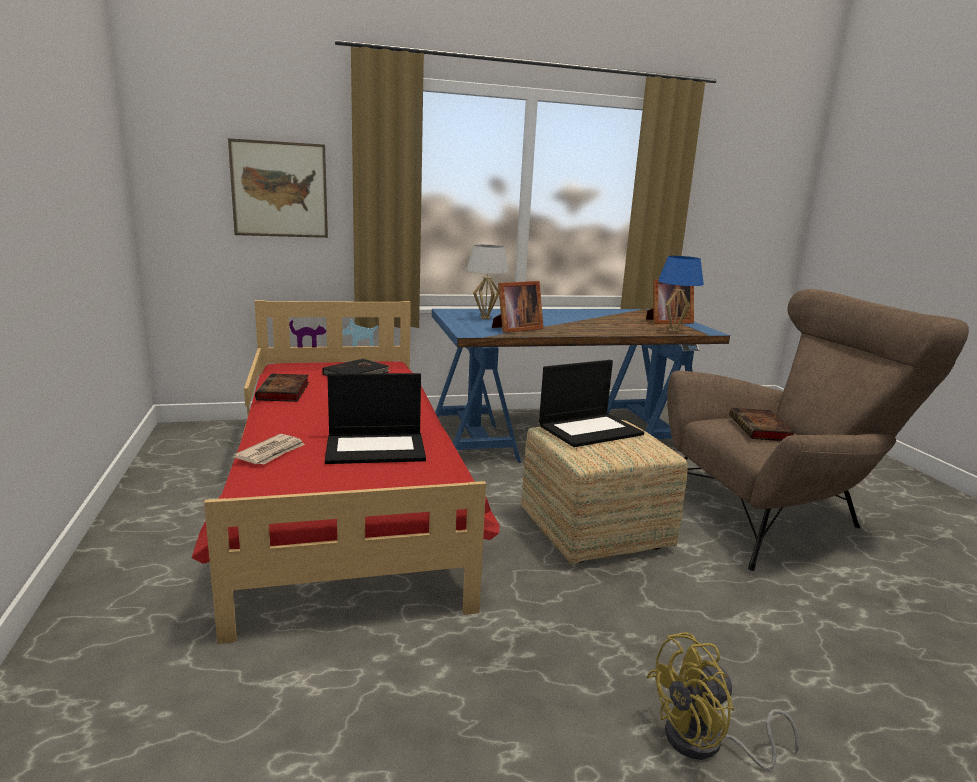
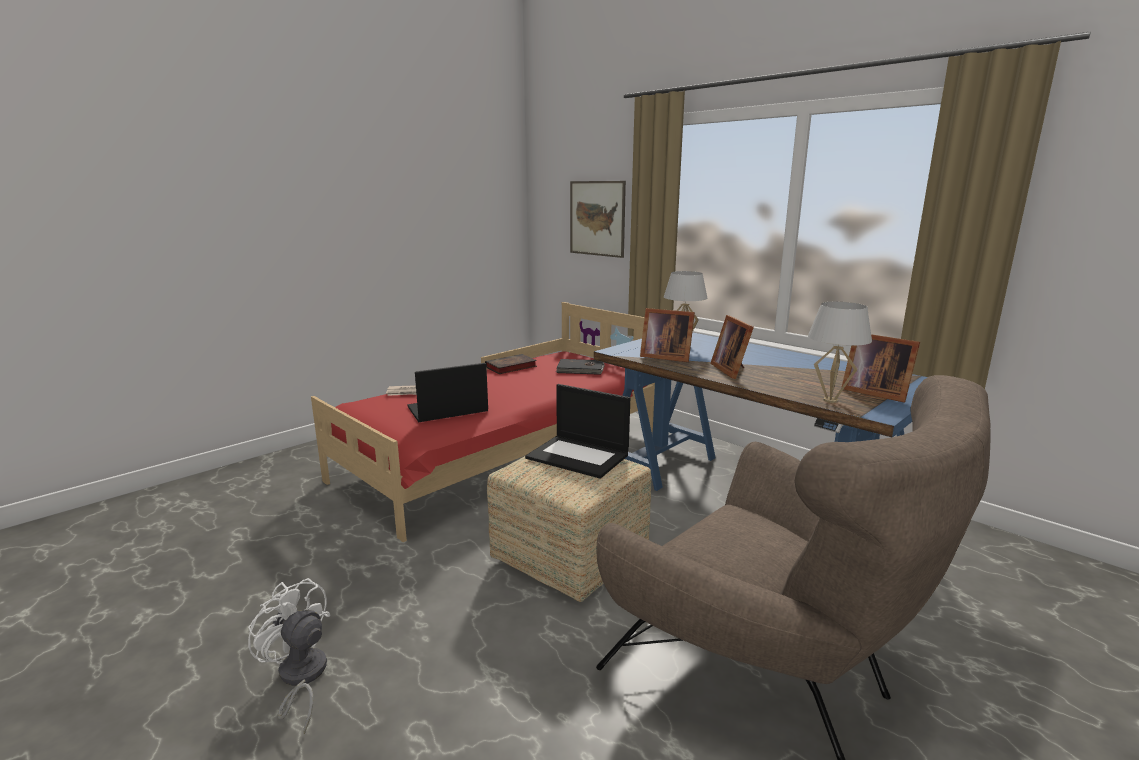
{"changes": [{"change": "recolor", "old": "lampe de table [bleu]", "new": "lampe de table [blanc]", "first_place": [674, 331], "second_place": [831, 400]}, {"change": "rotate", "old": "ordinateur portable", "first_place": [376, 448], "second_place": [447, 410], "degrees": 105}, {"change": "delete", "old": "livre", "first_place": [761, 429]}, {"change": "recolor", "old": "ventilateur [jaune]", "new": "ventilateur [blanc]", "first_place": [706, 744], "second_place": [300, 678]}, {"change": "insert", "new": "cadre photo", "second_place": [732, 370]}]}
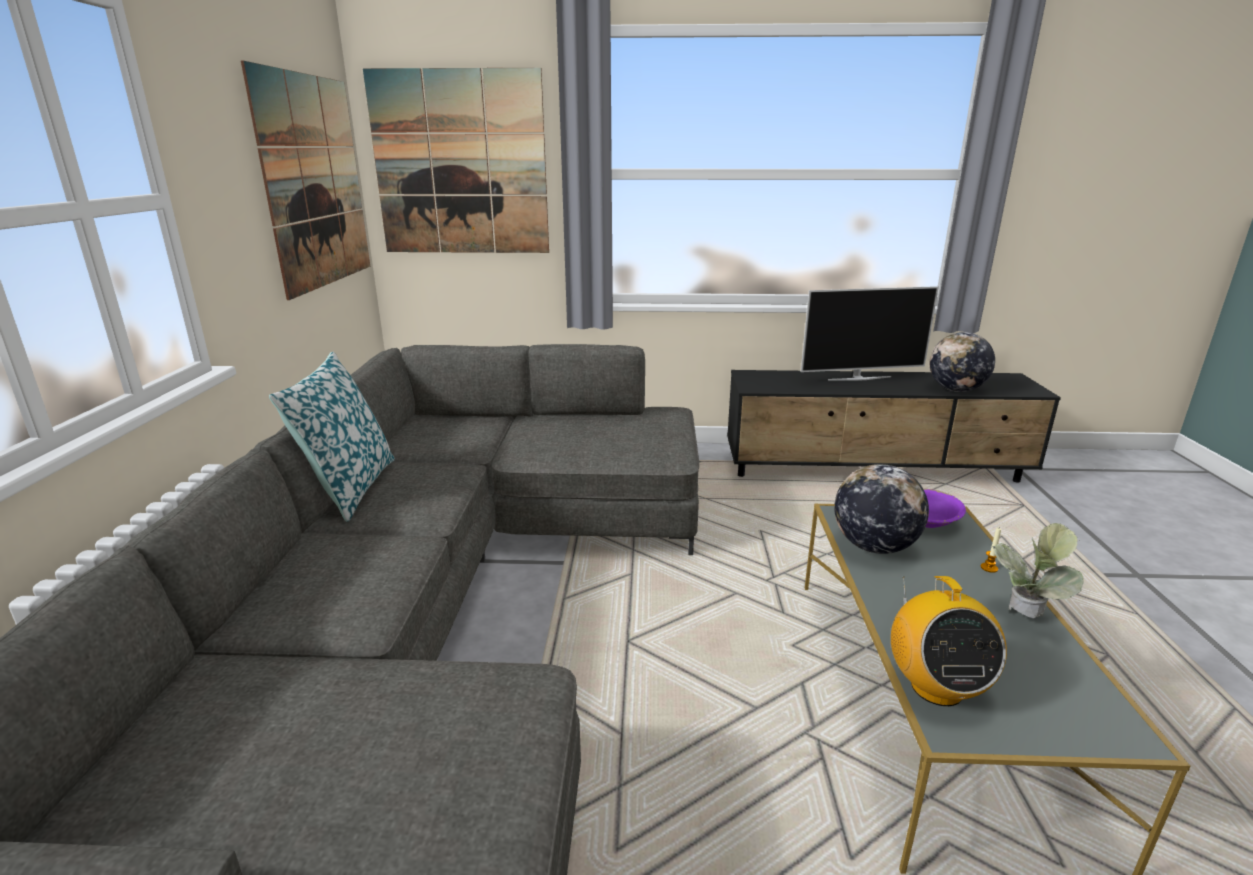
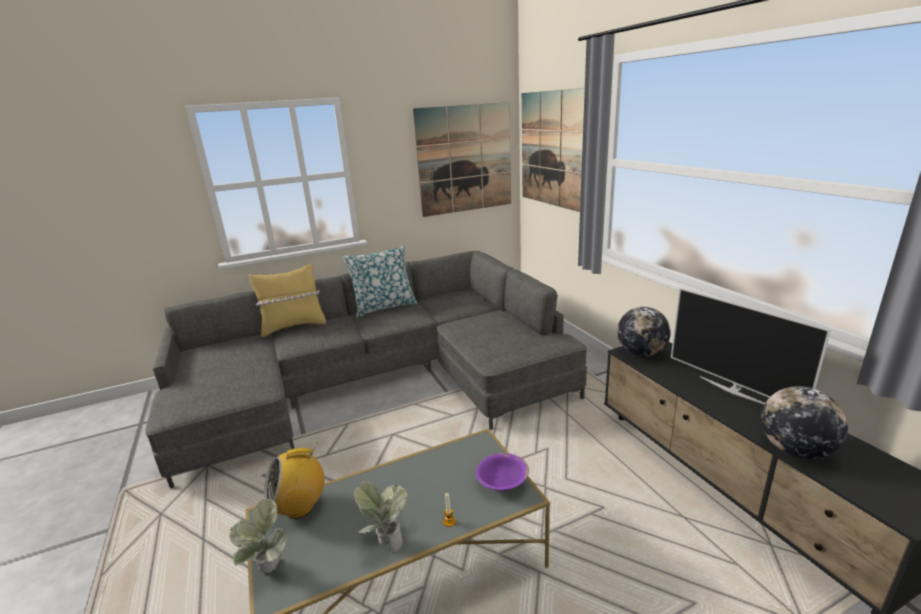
{"changes": [{"change": "move", "old": "globe", "first_place": [874, 547], "second_place": [641, 353]}, {"change": "insert", "new": "coussin [jaune]", "second_place": [293, 327]}, {"change": "insert", "new": "plante en pot", "second_place": [268, 572]}]}
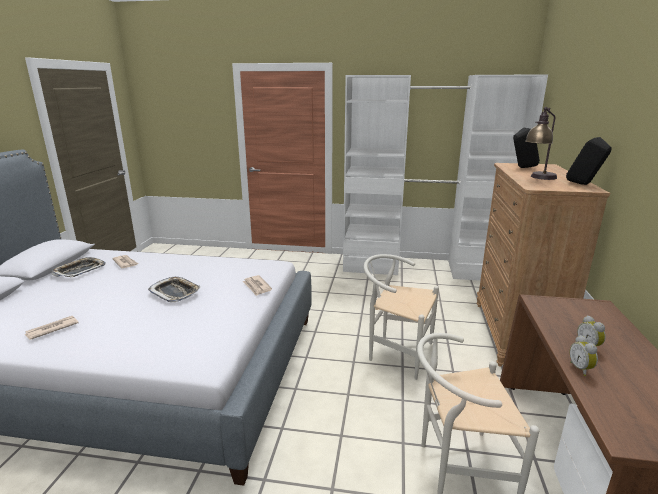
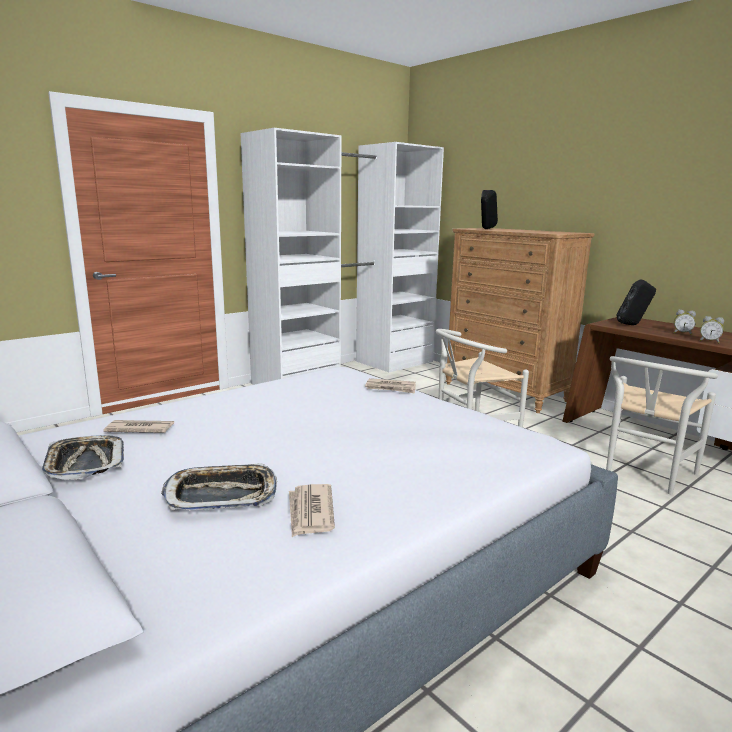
{"changes": [{"change": "delete", "old": "lampe de table", "first_place": [538, 178]}, {"change": "move", "old": "enceinte [noir]", "first_place": [584, 184], "second_place": [633, 325]}, {"change": "move", "old": "plateau", "first_place": [175, 292], "second_place": [221, 494]}]}
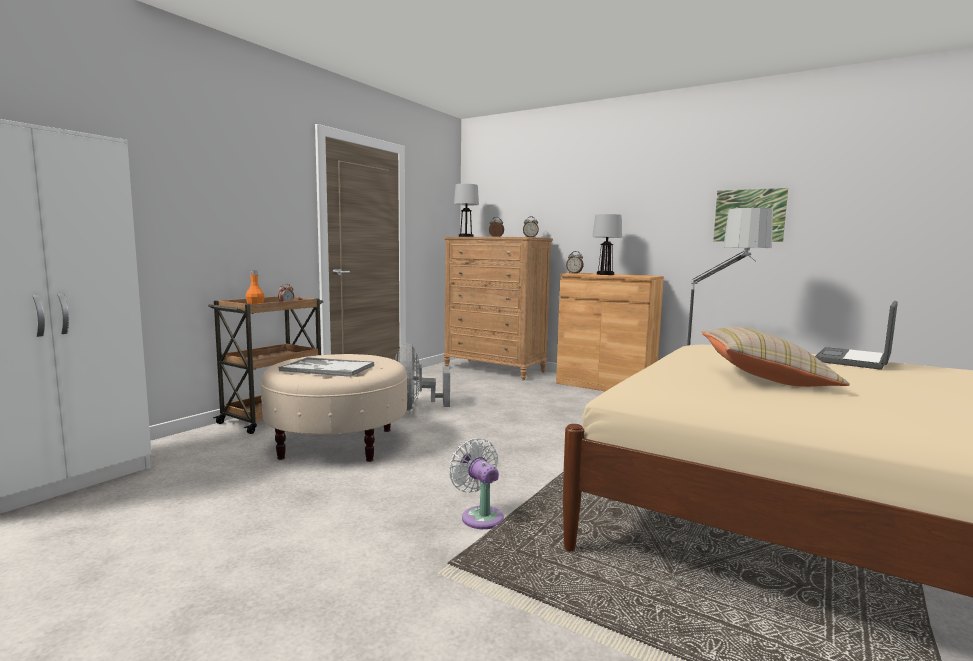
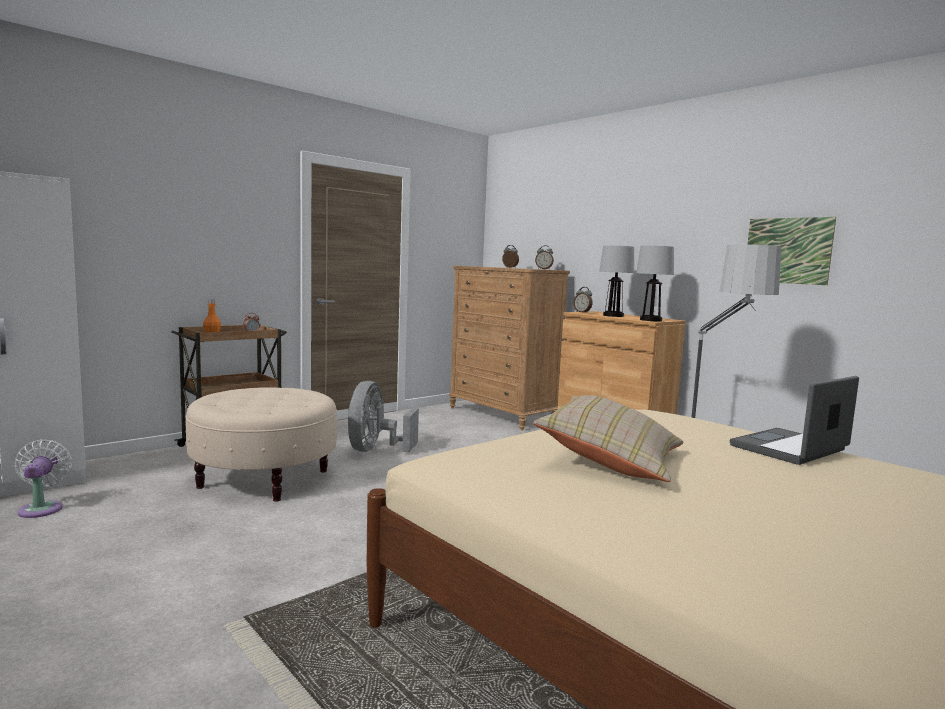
{"changes": [{"change": "move", "old": "lampe de table", "first_place": [465, 237], "second_place": [650, 320]}, {"change": "delete", "old": "plateau", "first_place": [327, 368]}, {"change": "move", "old": "ventilateur [blanc]", "first_place": [480, 516], "second_place": [42, 508]}]}
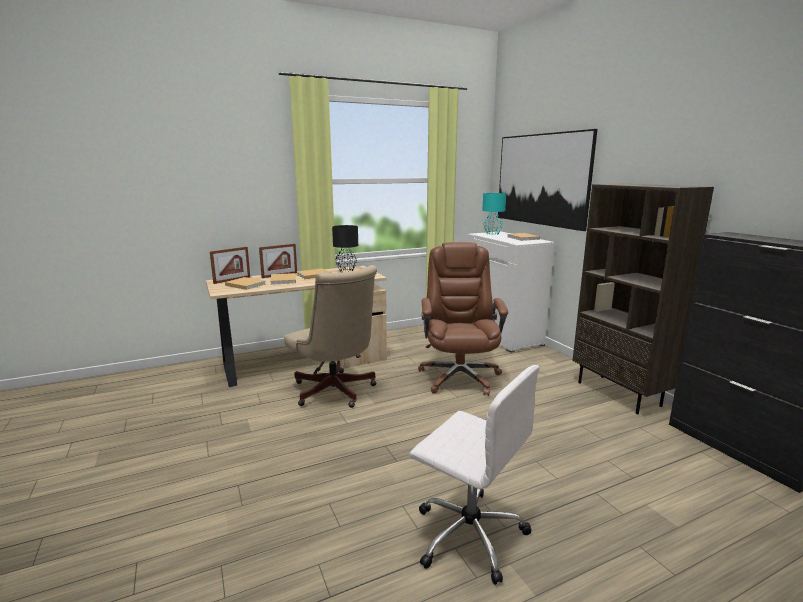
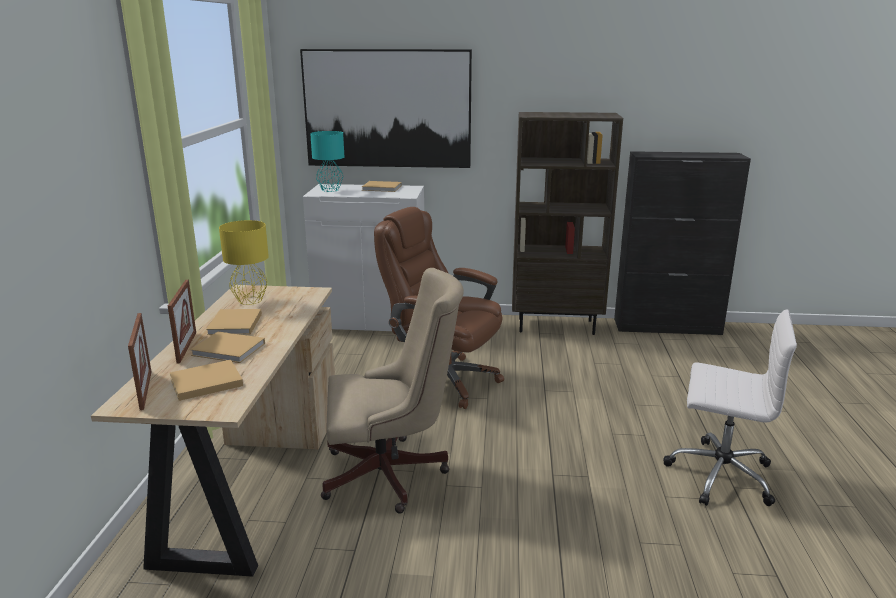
{"changes": [{"change": "recolor", "old": "lampe de table [noir]", "new": "lampe de table [jaune]", "first_place": [346, 271], "second_place": [250, 301]}, {"change": "rotate", "old": "chaise de bureau [blanc]", "first_place": [468, 533], "second_place": [718, 474], "degrees": 45}]}
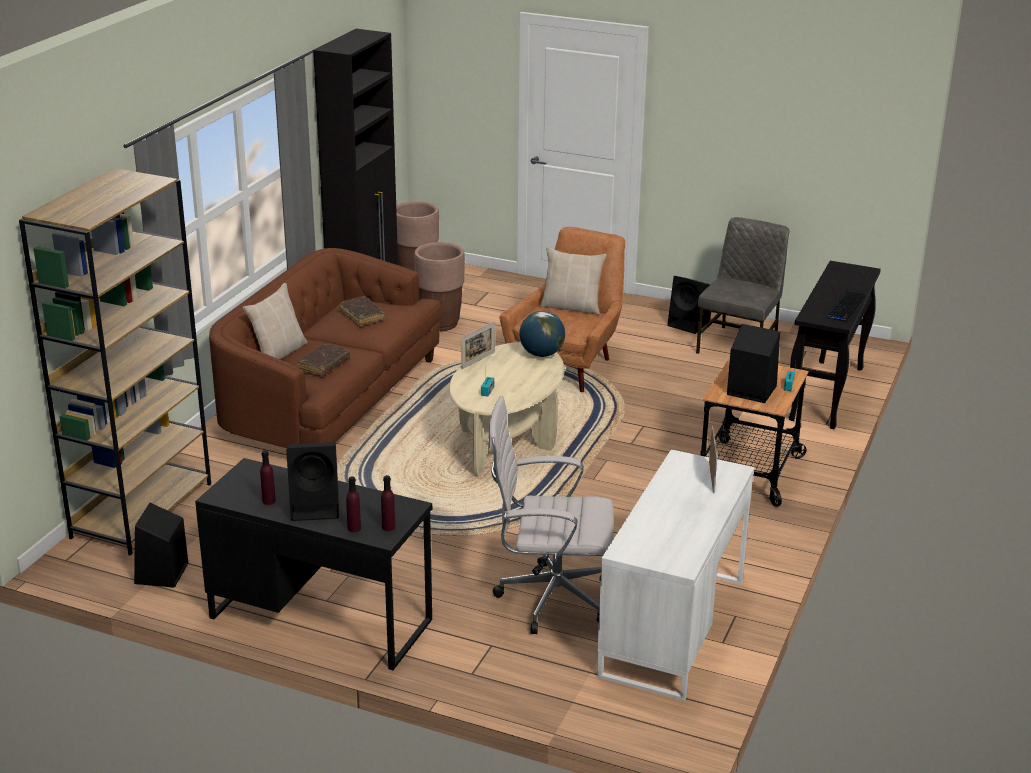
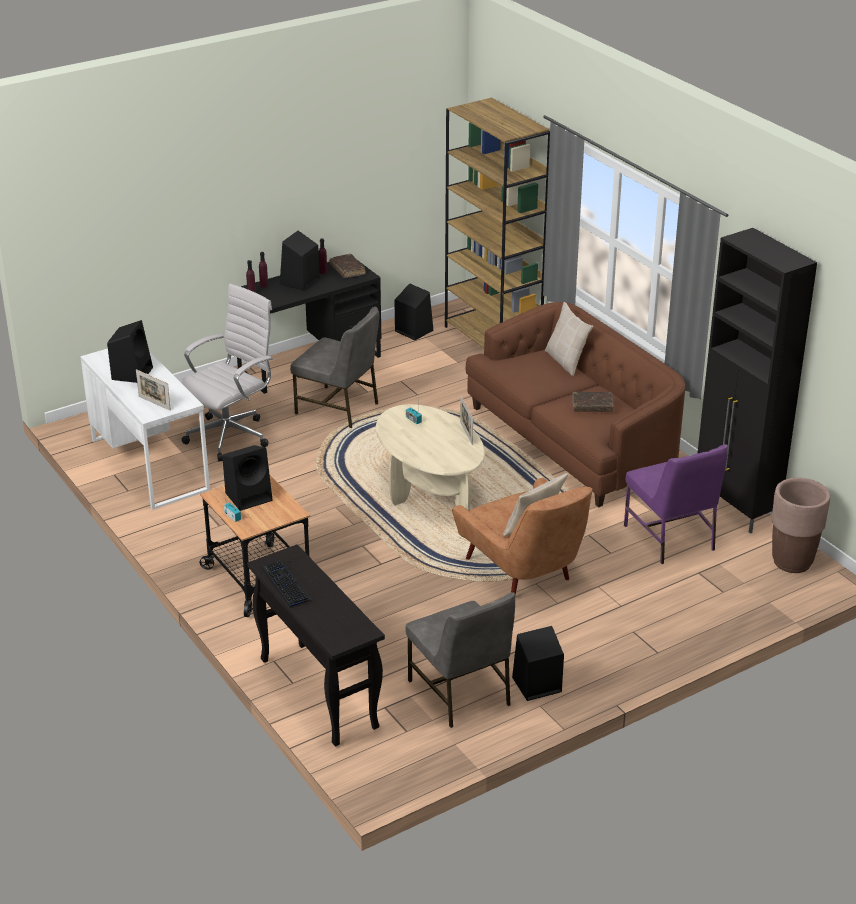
{"changes": [{"change": "replace", "old": "cache-pot [marron]", "new": "chaise [violet]", "first_place": [440, 324], "second_place": [670, 538]}, {"change": "delete", "old": "globe", "first_place": [542, 354]}, {"change": "move", "old": "livre [marron]", "first_place": [324, 365], "second_place": [347, 270]}, {"change": "insert", "new": "chaise [gris]", "second_place": [338, 408]}, {"change": "insert", "new": "enceinte [noir]", "second_place": [132, 373]}]}
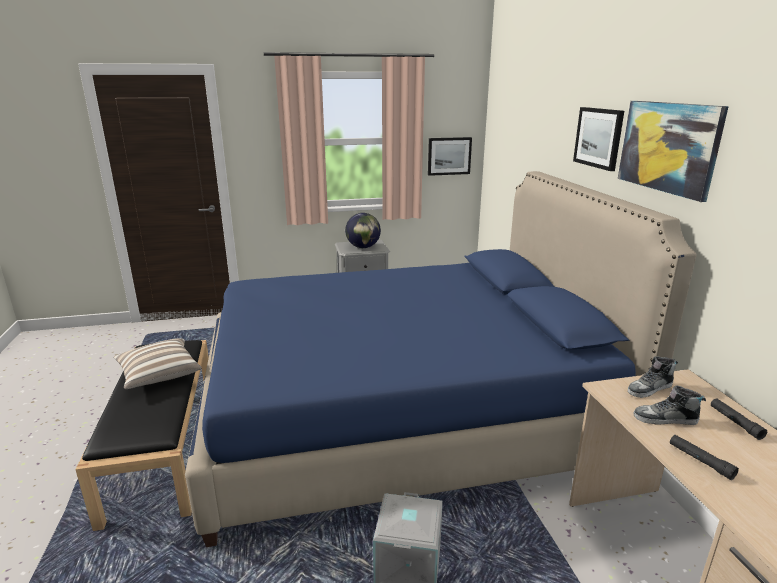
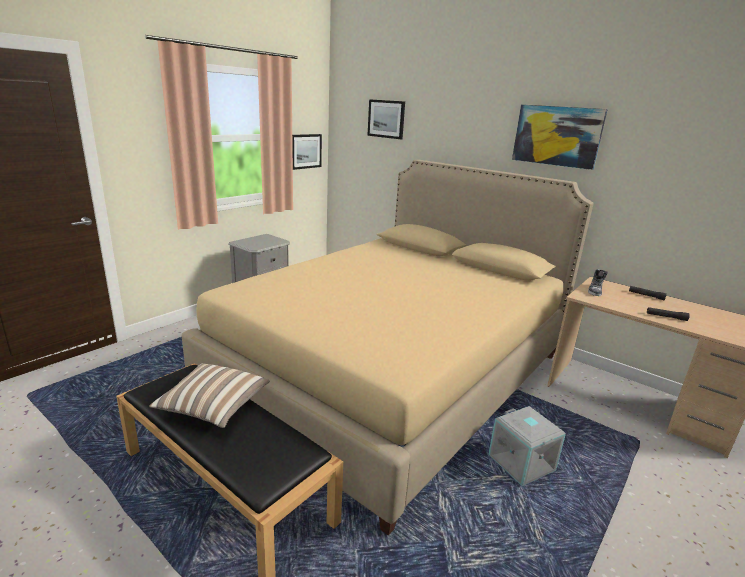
{"changes": [{"change": "move", "old": "tableau", "first_place": [598, 137], "second_place": [386, 119]}, {"change": "recolor", "old": "lit [bleu]", "new": "lit [beige]", "first_place": [402, 414], "second_place": [392, 373]}, {"change": "delete", "old": "globe", "first_place": [363, 247]}, {"change": "delete", "old": "chaussure", "first_place": [665, 419]}]}
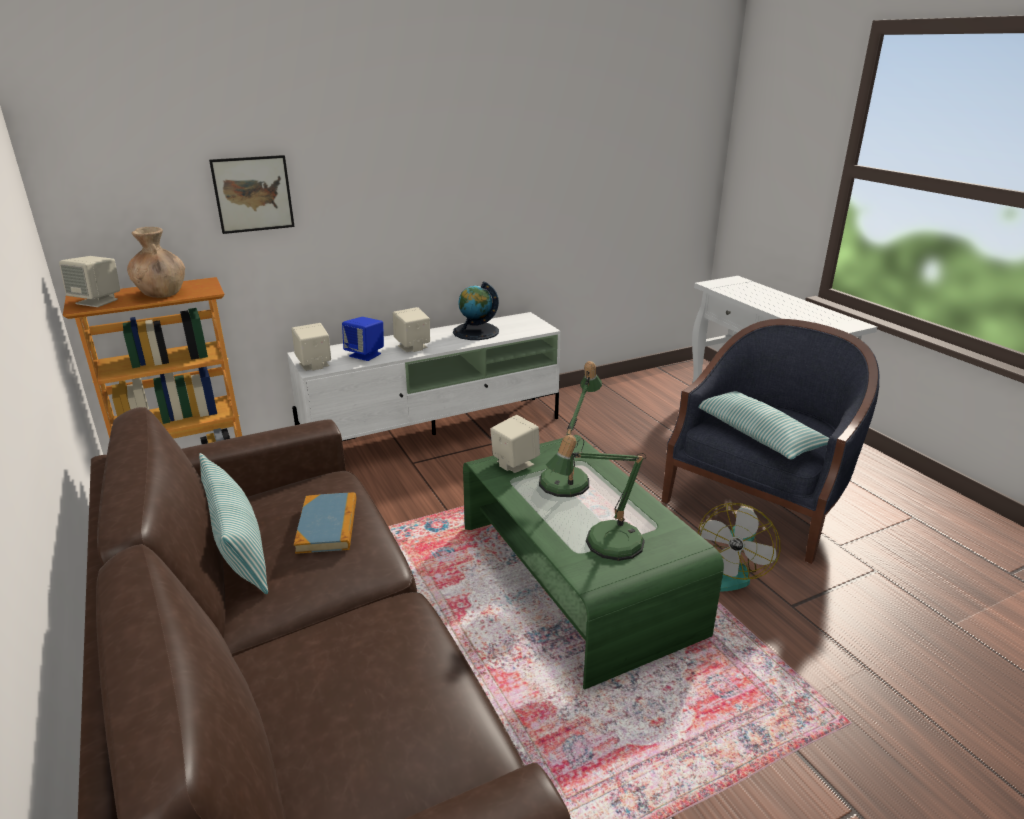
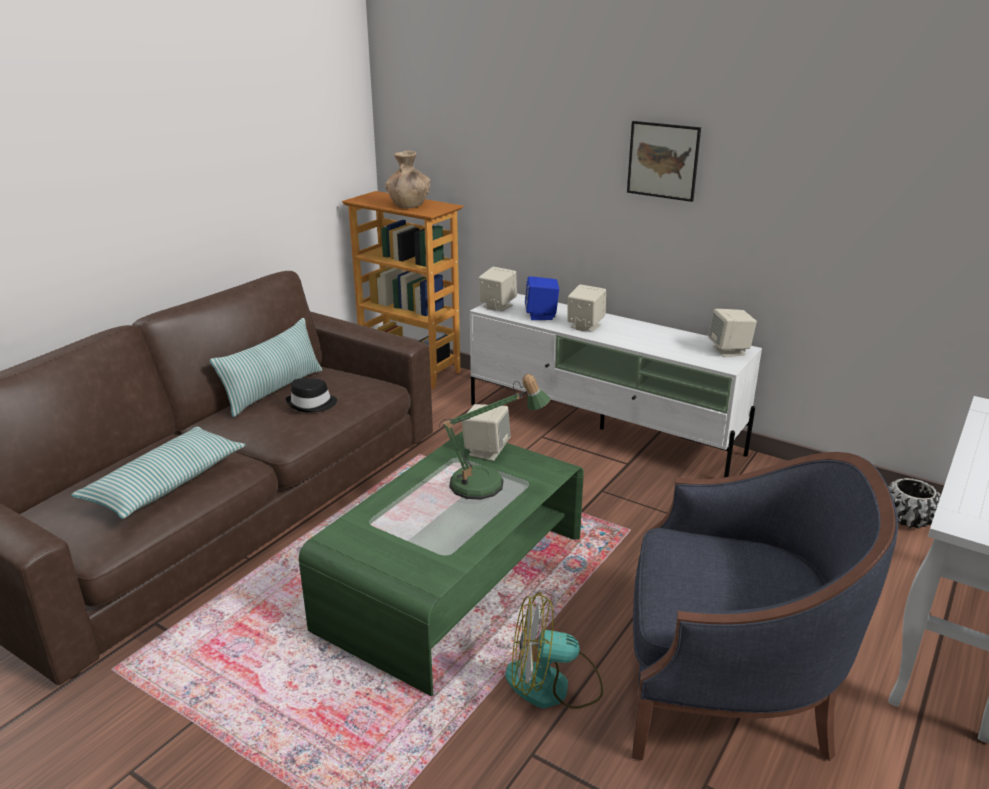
{"changes": [{"change": "move", "old": "tableau", "first_place": [253, 194], "second_place": [663, 160]}, {"change": "move", "old": "enceinte [beige]", "first_place": [97, 301], "second_place": [729, 351]}, {"change": "delete", "old": "globe", "first_place": [476, 331]}, {"change": "move", "old": "coussin", "first_place": [758, 435], "second_place": [166, 484]}, {"change": "delete", "old": "lampe de table", "first_place": [604, 544]}, {"change": "replace", "old": "livre", "new": "chapeau [noir]", "first_place": [327, 525], "second_place": [312, 404]}, {"change": "insert", "new": "cache-pot [noir]", "second_place": [907, 518]}]}
